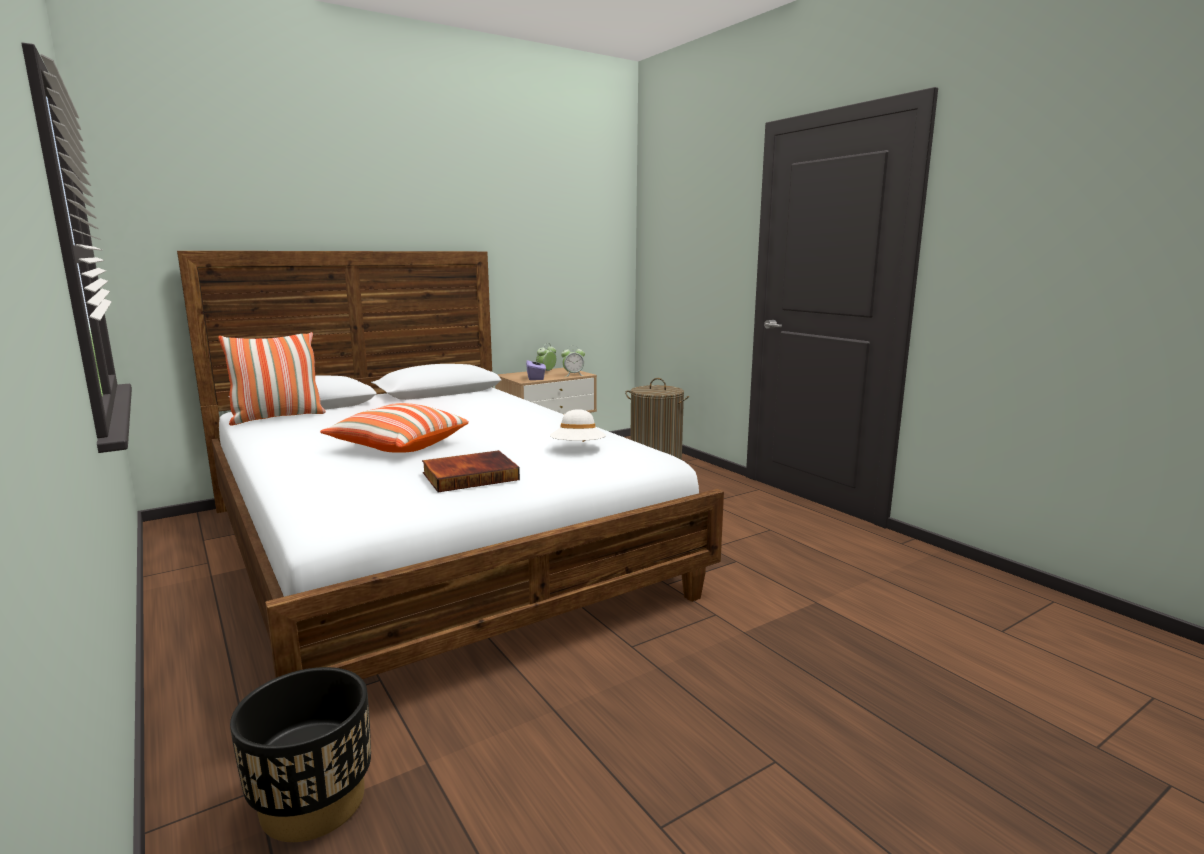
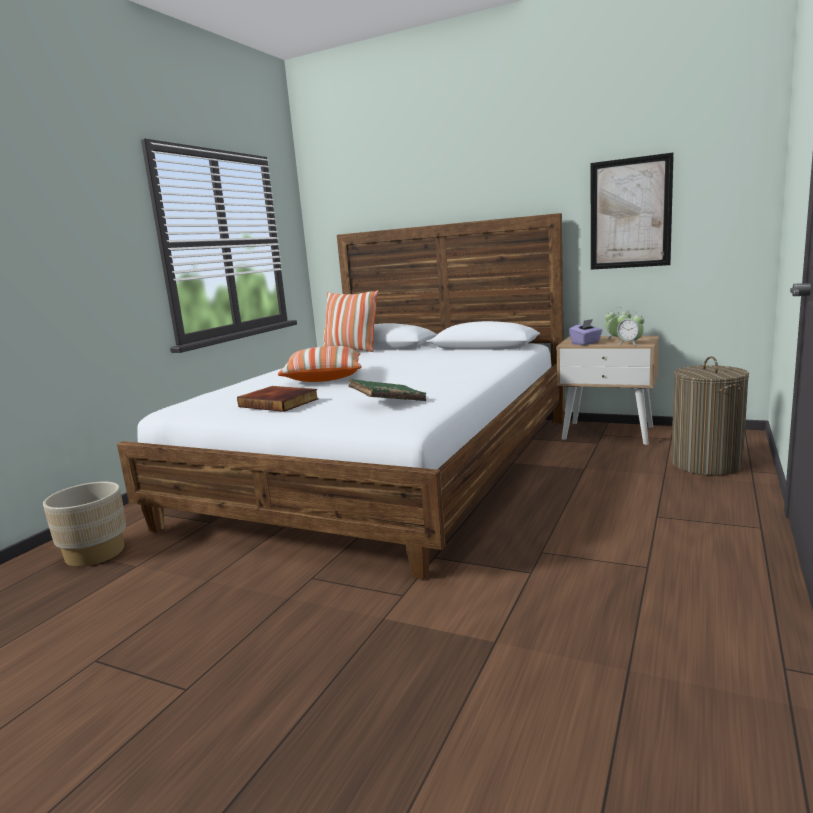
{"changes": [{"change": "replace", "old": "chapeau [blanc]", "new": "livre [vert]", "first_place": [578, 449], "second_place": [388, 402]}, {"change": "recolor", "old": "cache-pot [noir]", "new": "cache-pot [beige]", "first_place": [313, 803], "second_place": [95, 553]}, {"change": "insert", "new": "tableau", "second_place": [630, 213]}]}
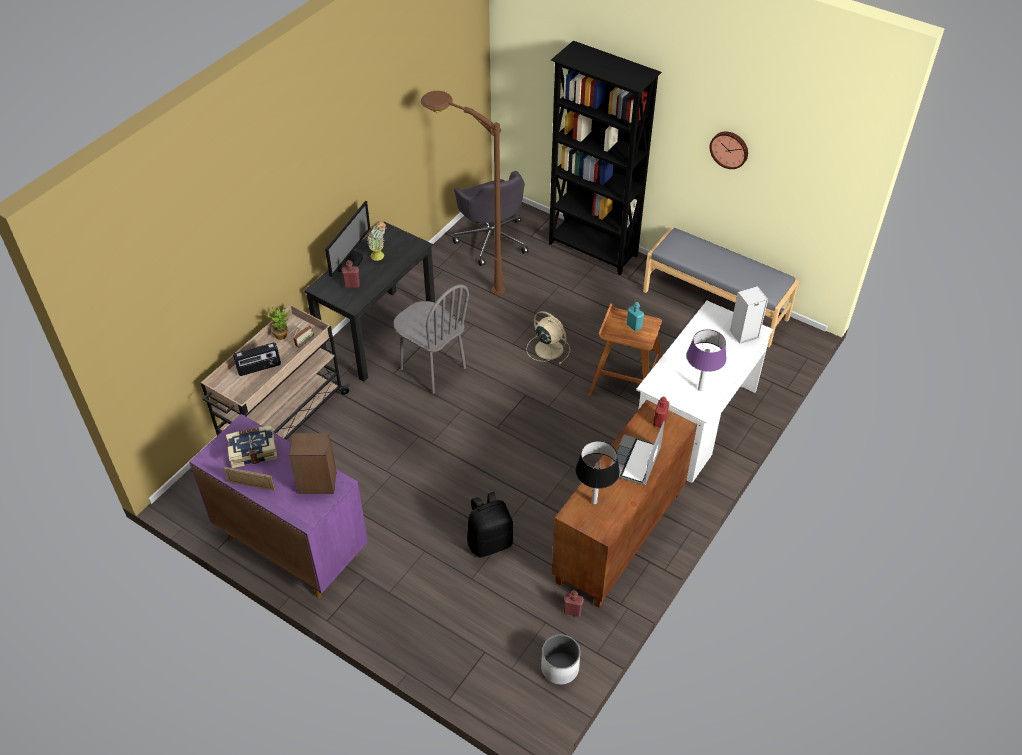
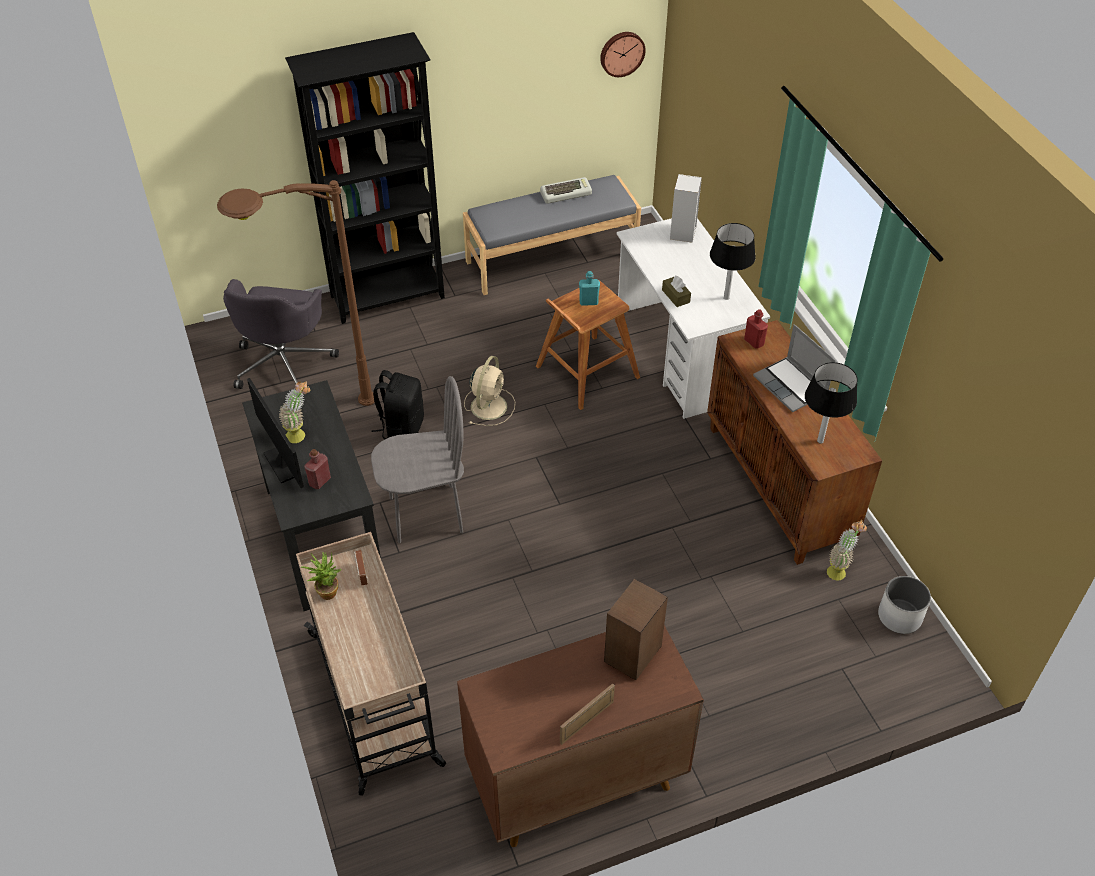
{"changes": [{"change": "move", "old": "horloge murale", "first_place": [729, 149], "second_place": [621, 53]}, {"change": "rotate", "old": "chaise de bureau [gris]", "first_place": [492, 239], "second_place": [284, 363], "degrees": 90}, {"change": "rotate", "old": "ventilateur [beige]", "first_place": [548, 348], "second_place": [489, 405], "degrees": 120}, {"change": "recolor", "old": "lampe de table [violet]", "new": "lampe de table [noir]", "first_place": [700, 389], "second_place": [726, 298]}, {"change": "delete", "old": "radio", "first_place": [259, 368]}, {"change": "recolor", "old": "meuble de rangement [violet]", "new": "meuble de rangement [marron]", "first_place": [291, 546], "second_place": [574, 781]}, {"change": "delete", "old": "livre", "first_place": [253, 451]}, {"change": "move", "old": "sac à dos [noir]", "first_place": [490, 542], "second_place": [402, 428]}, {"change": "replace", "old": "bouteille [rouge]", "new": "plante en pot", "first_place": [572, 611], "second_place": [839, 570]}, {"change": "insert", "new": "clavier", "second_place": [566, 193]}, {"change": "insert", "new": "boîte à mouchoirs [marron]", "second_place": [675, 296]}]}
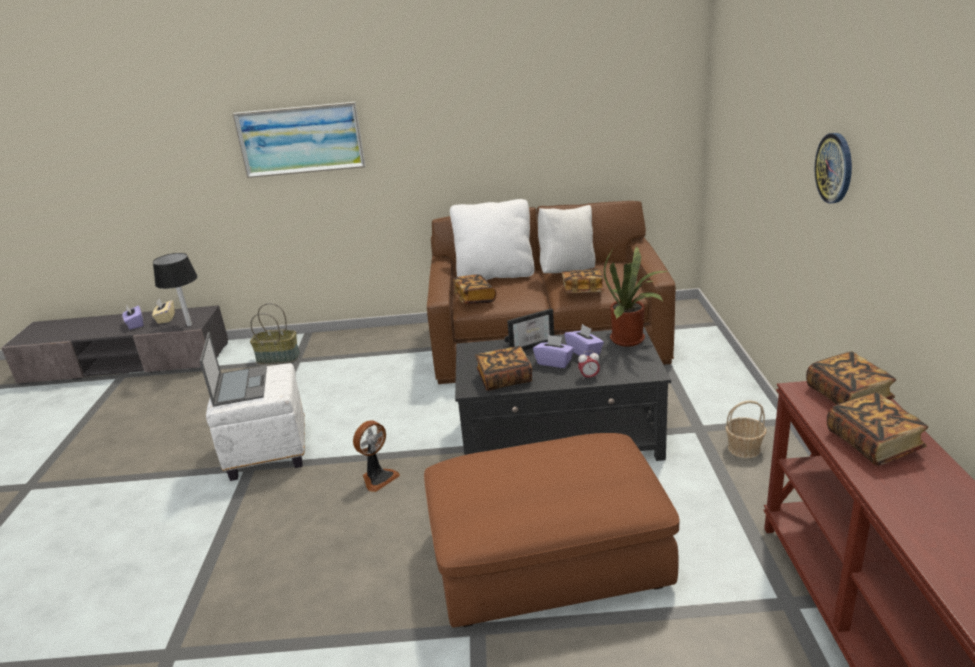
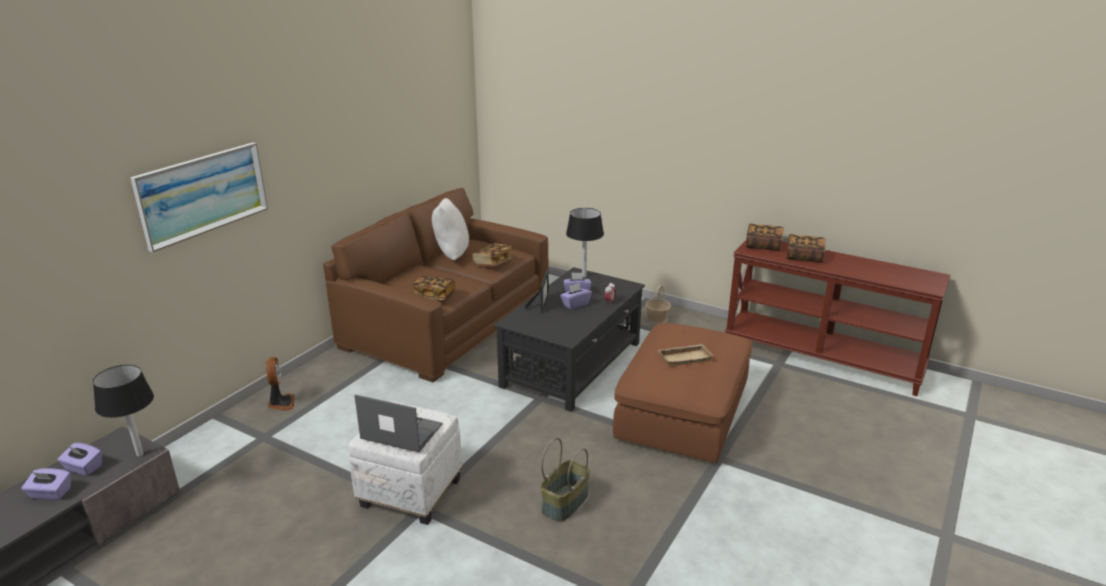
{"changes": [{"change": "delete", "old": "horloge murale", "first_place": [834, 168]}, {"change": "delete", "old": "coussin [blanc]", "first_place": [495, 275]}, {"change": "replace", "old": "plante en pot", "new": "lampe de table [noir]", "first_place": [631, 340], "second_place": [584, 276]}, {"change": "recolor", "old": "boîte à mouchoirs [beige]", "new": "boîte à mouchoirs [violet]", "first_place": [166, 319], "second_place": [83, 468]}, {"change": "move", "old": "panier", "first_place": [279, 358], "second_place": [564, 502]}, {"change": "delete", "old": "livre", "first_place": [504, 379]}, {"change": "move", "old": "ventilateur", "first_place": [378, 478], "second_place": [281, 403]}, {"change": "insert", "new": "plateau [beige]", "second_place": [685, 357]}]}
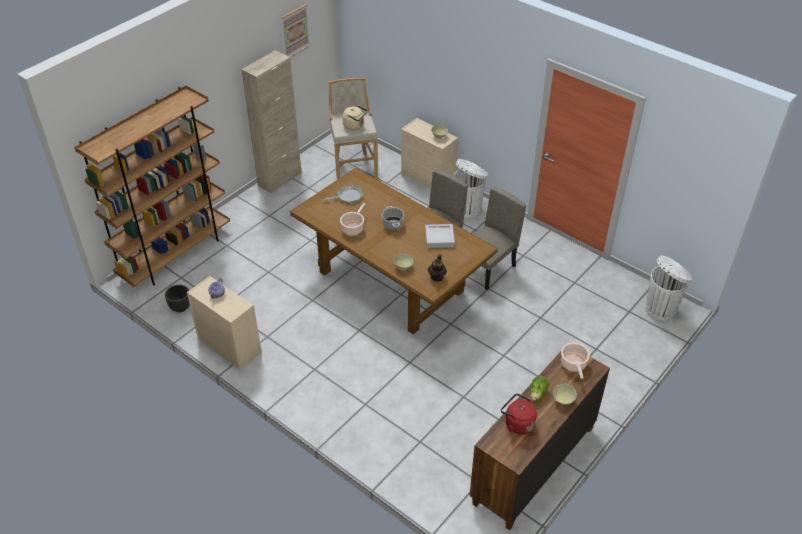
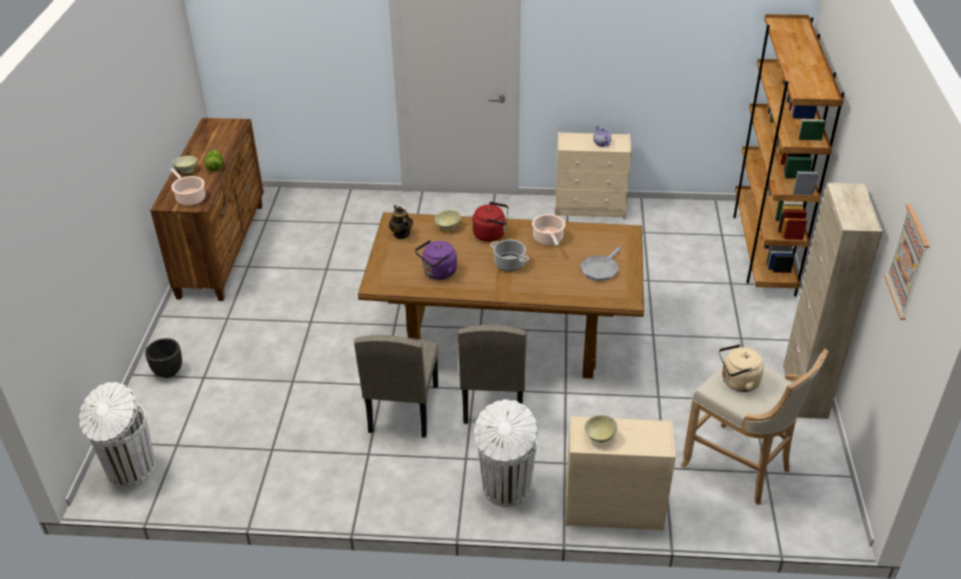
{"changes": [{"change": "replace", "old": "plateau [gris]", "new": "bouilloire [violet]", "first_place": [439, 238], "second_place": [438, 273]}, {"change": "move", "old": "cache-pot [noir]", "first_place": [180, 308], "second_place": [168, 371]}, {"change": "move", "old": "bouilloire [rouge]", "first_place": [517, 423], "second_place": [491, 234]}]}
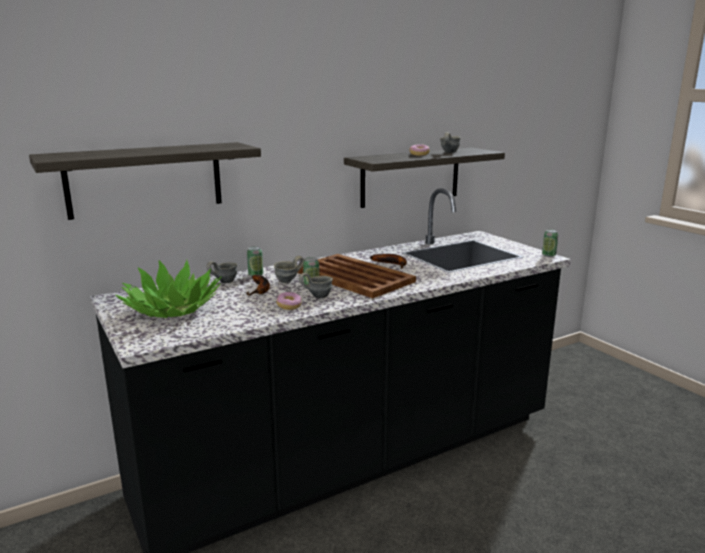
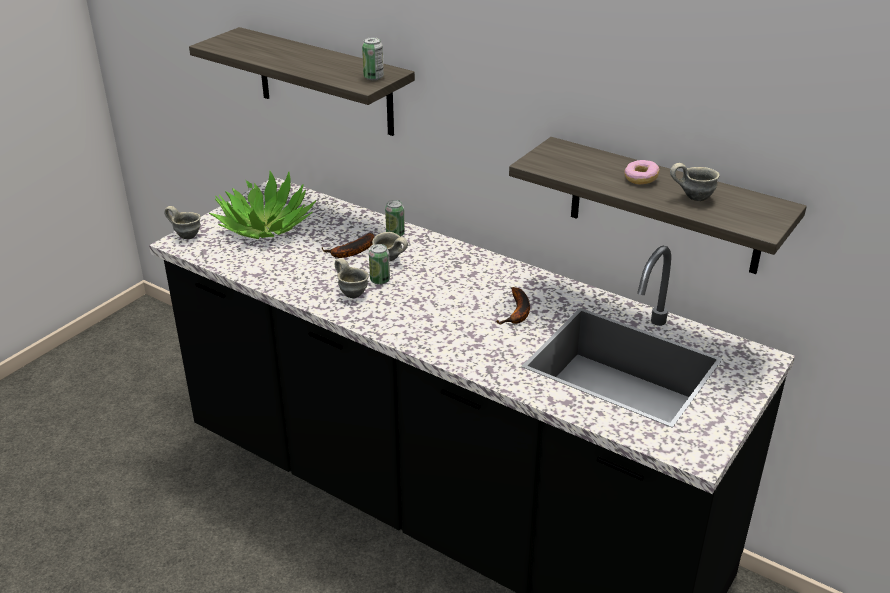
{"changes": [{"change": "move", "old": "boîte métallique", "first_place": [548, 255], "second_place": [373, 77]}, {"change": "delete", "old": "plateau [marron]", "first_place": [353, 276]}, {"change": "move", "old": "mug [gris]", "first_place": [223, 282], "second_place": [187, 235]}, {"change": "delete", "old": "beignet", "first_place": [289, 306]}]}
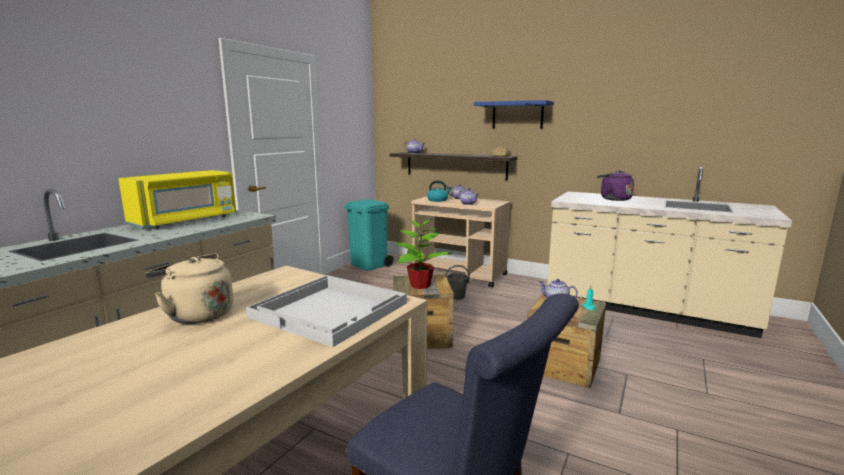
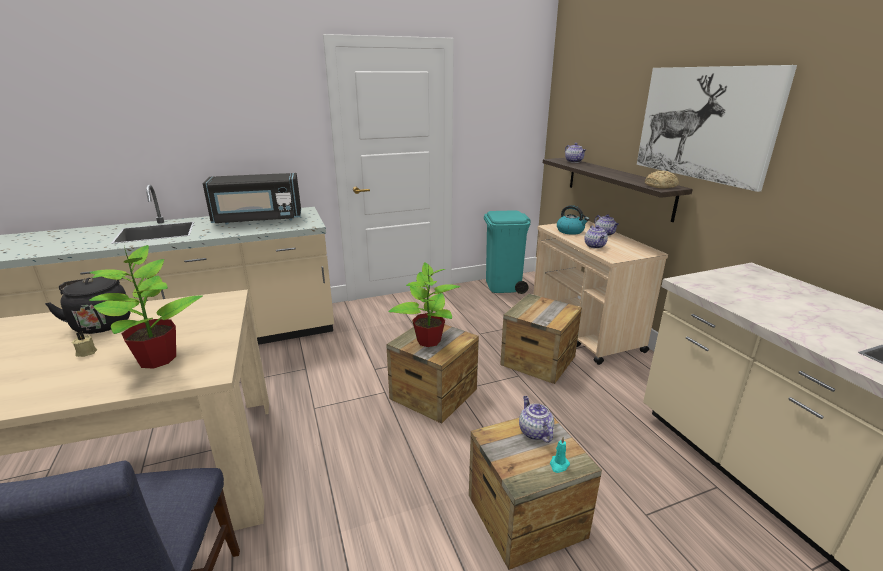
{"changes": [{"change": "replace", "old": "étagère [bleu]", "new": "tableau", "first_place": [517, 115], "second_place": [704, 123]}, {"change": "recolor", "old": "micro-ondes [jaune]", "new": "micro-ondes [noir]", "first_place": [186, 221], "second_place": [258, 219]}, {"change": "delete", "old": "bouilloire [violet]", "first_place": [613, 199]}, {"change": "recolor", "old": "bouilloire [beige]", "new": "bouilloire [noir]", "first_place": [197, 314], "second_place": [102, 323]}, {"change": "replace", "old": "seau [gris]", "new": "caisse", "first_place": [457, 296], "second_place": [538, 360]}, {"change": "replace", "old": "plateau [blanc]", "new": "plante en pot", "first_place": [331, 310], "second_place": [158, 358]}, {"change": "insert", "new": "bougie [beige]", "second_place": [86, 352]}]}
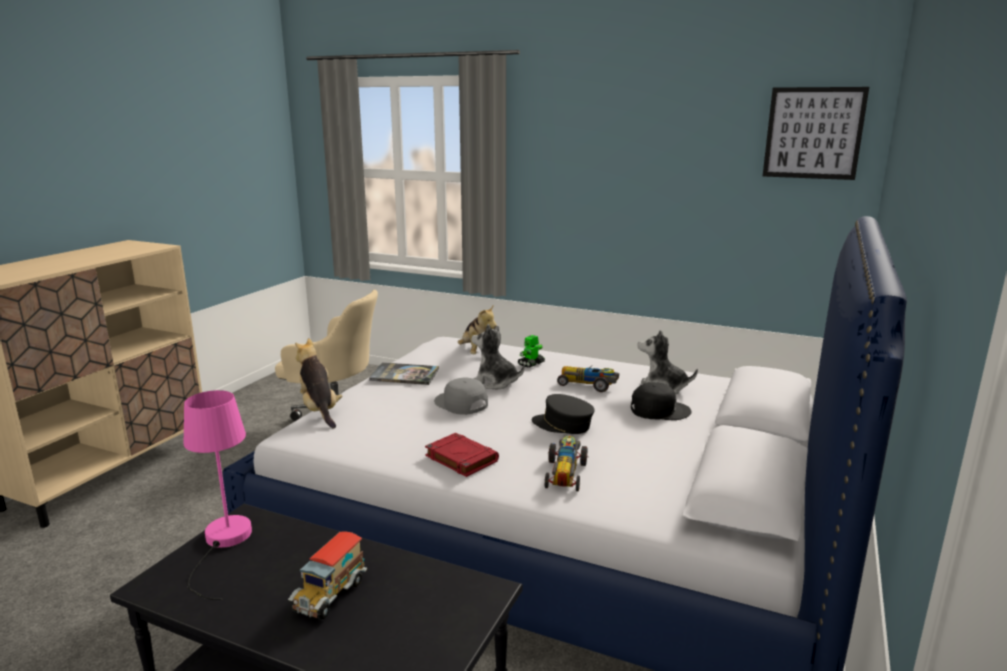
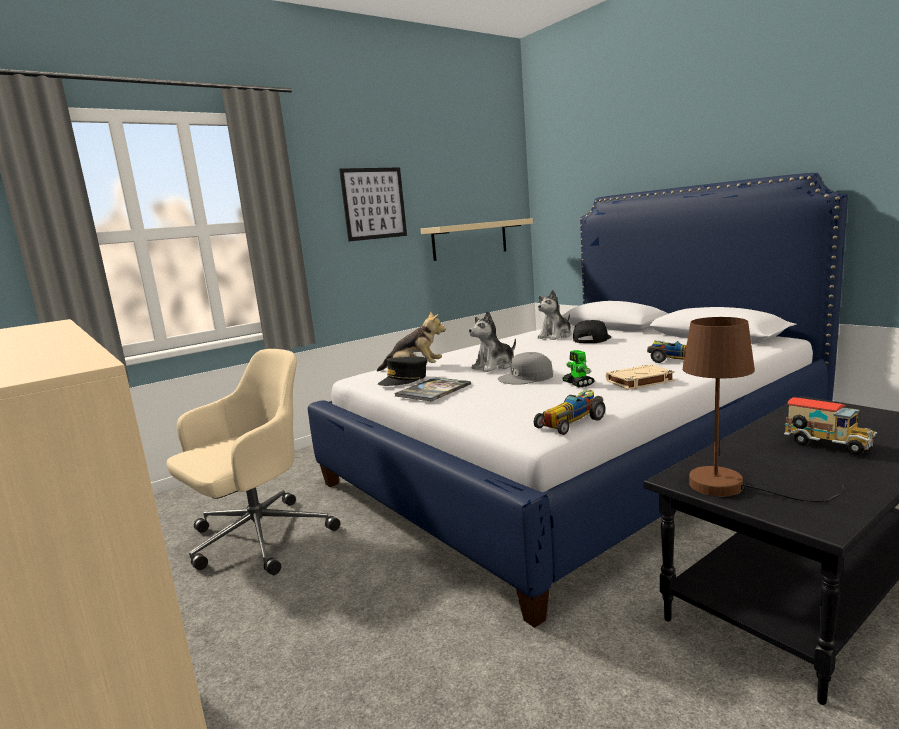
{"changes": [{"change": "move", "old": "tableau", "first_place": [813, 133], "second_place": [374, 203]}, {"change": "move", "old": "robot jouet", "first_place": [531, 364], "second_place": [578, 384]}, {"change": "delete", "old": "peluche", "first_place": [319, 410]}, {"change": "move", "old": "petite voiture", "first_place": [589, 384], "second_place": [572, 422]}, {"change": "recolor", "old": "lampe de table [rose]", "new": "lampe de table [marron]", "first_place": [224, 543], "second_place": [733, 487]}, {"change": "move", "old": "casquette [noir]", "first_place": [563, 425], "second_place": [404, 379]}, {"change": "recolor", "old": "livre [rouge]", "new": "livre [beige]", "first_place": [460, 458], "second_place": [639, 381]}, {"change": "insert", "new": "étagère [beige]", "second_place": [470, 240]}]}
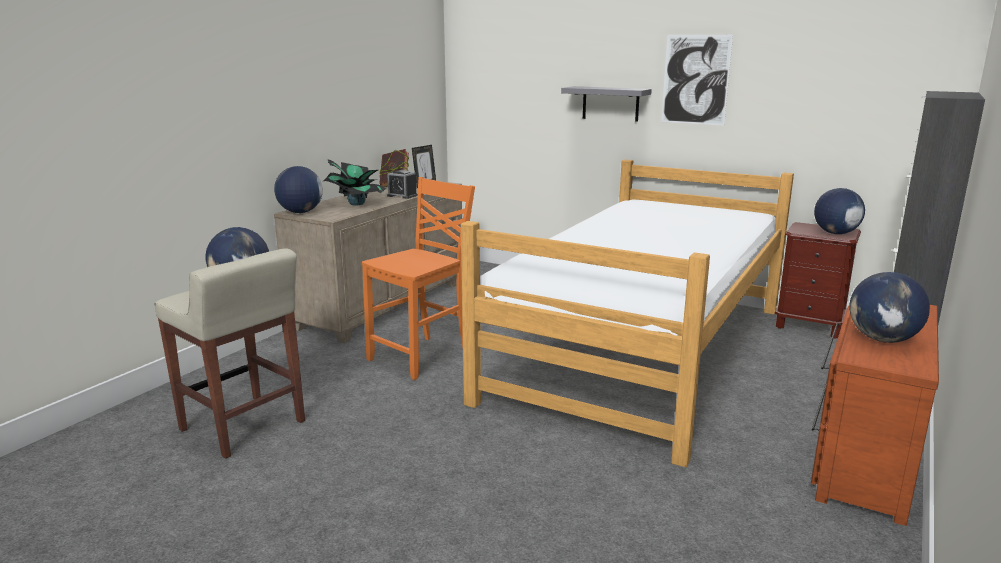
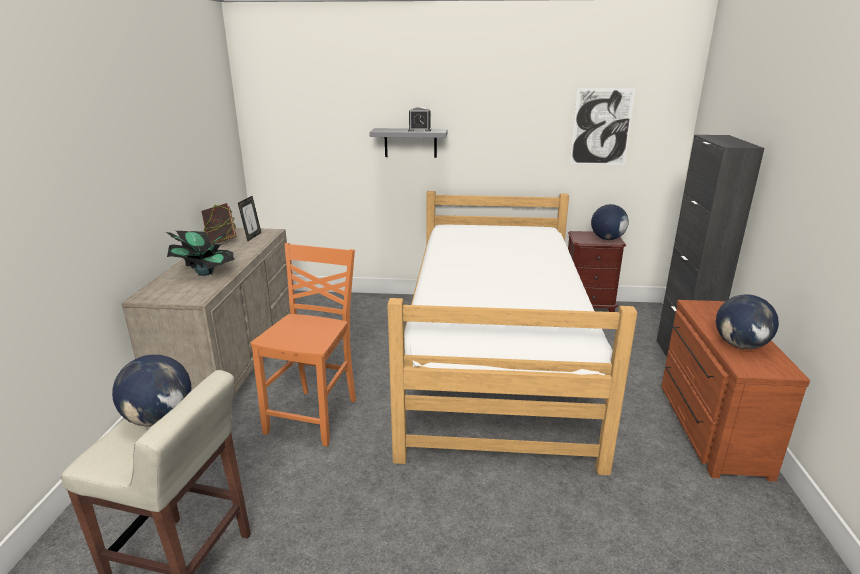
{"changes": [{"change": "move", "old": "tableau", "first_place": [695, 80], "second_place": [601, 127]}, {"change": "delete", "old": "globe", "first_place": [300, 212]}, {"change": "move", "old": "réveil", "first_place": [402, 195], "second_place": [419, 130]}]}
